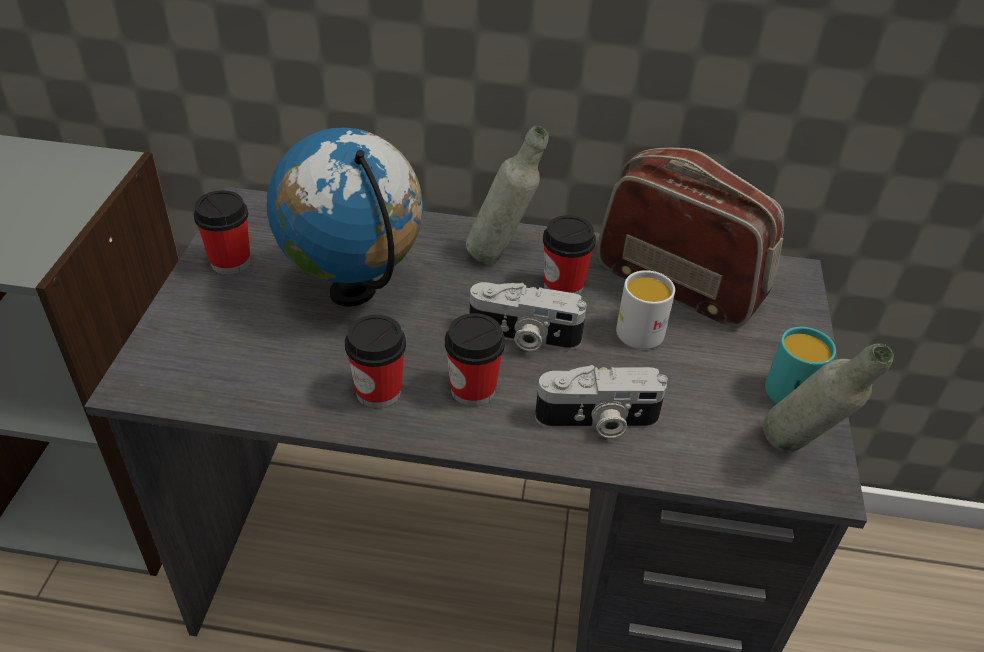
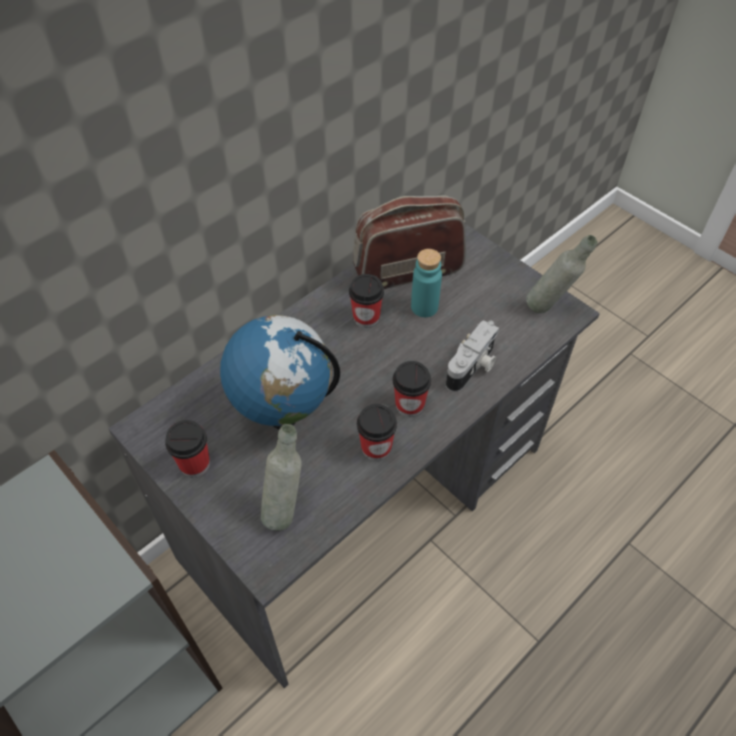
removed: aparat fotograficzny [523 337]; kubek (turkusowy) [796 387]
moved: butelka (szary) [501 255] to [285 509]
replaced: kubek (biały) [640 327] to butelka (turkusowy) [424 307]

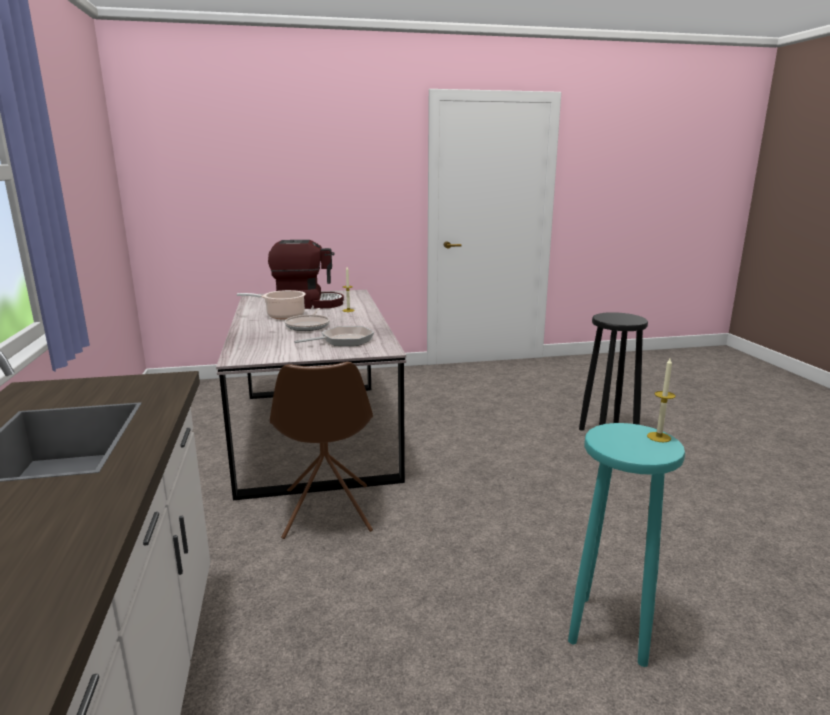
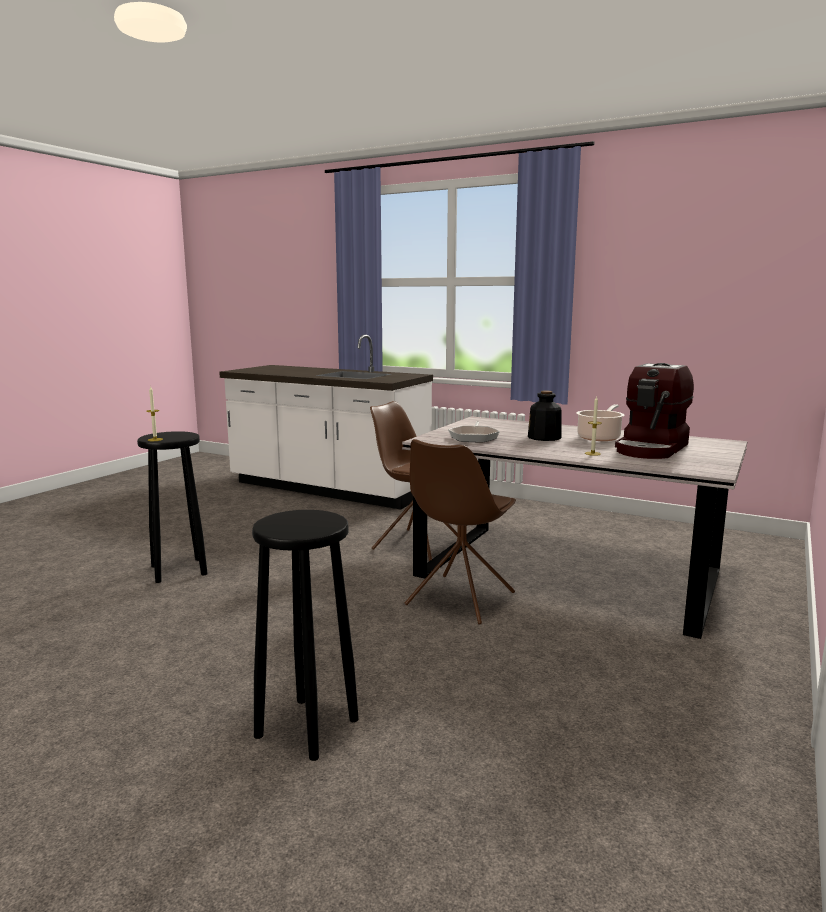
added: krzesło (brązowy) [459 599]
replaced: patelnia [308 326] to butelka [544 437]
recoloured: stołek (turkusowy) [609 628] to stołek (czarny) [180 570]

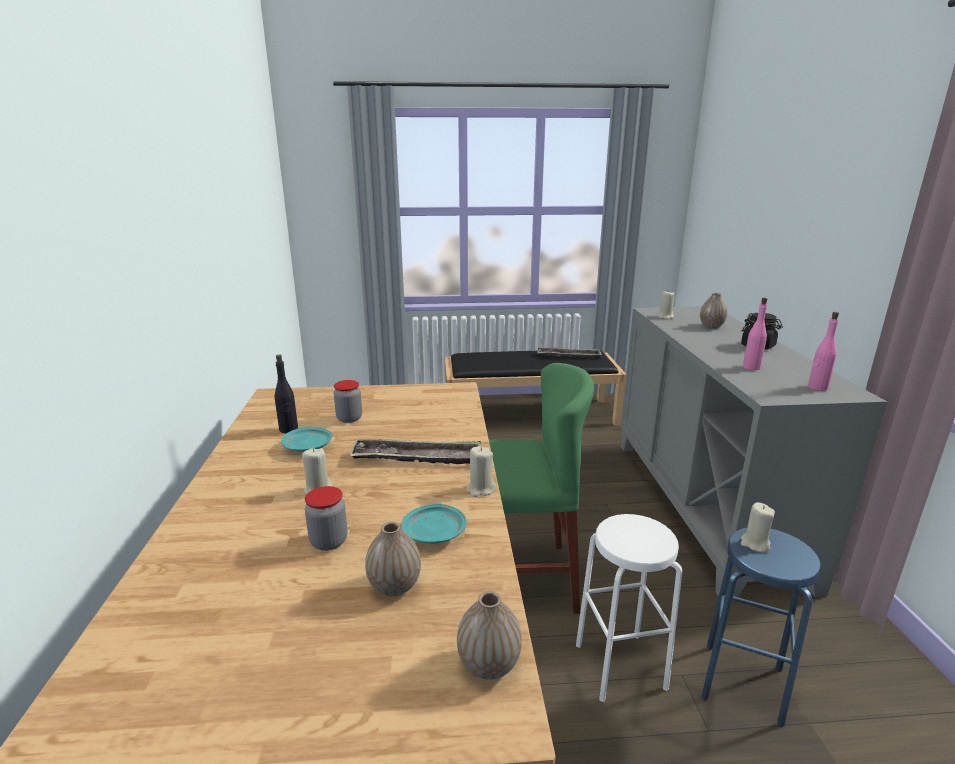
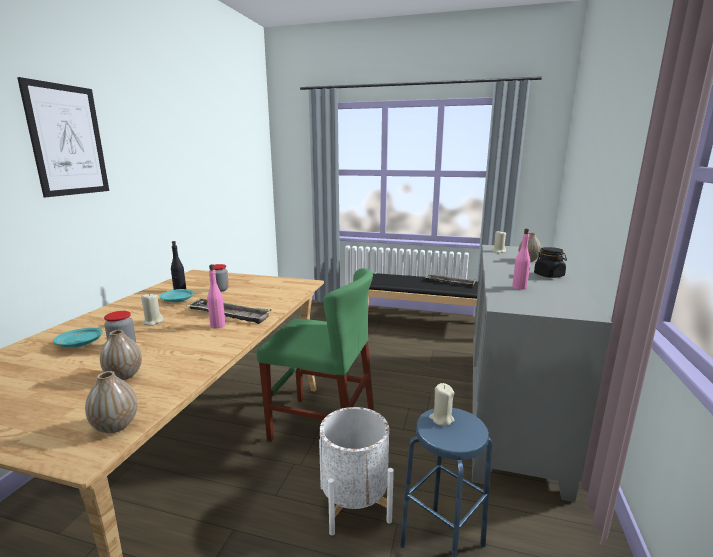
removed: świeca (beżowy) [480 489]
added: obraz [67 140]
moved: butelka (różowy) [817 387] to [217 325]; talerz (turkusowy) [435 533] to [81 343]
replaced: stołek (biały) [620 666] to donica (biały) [354 503]

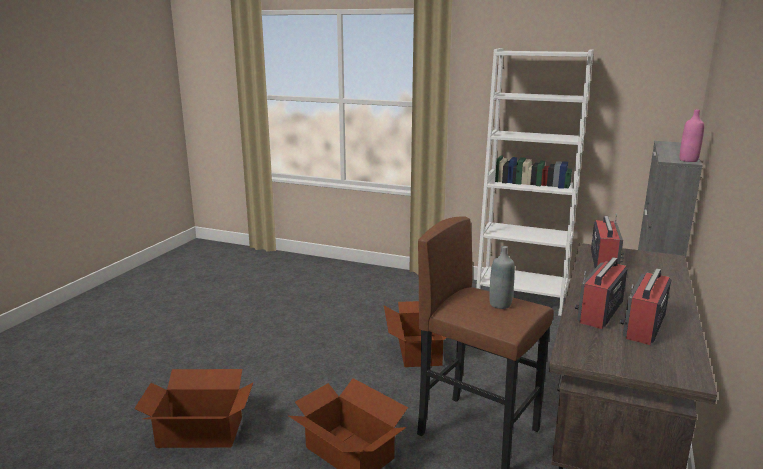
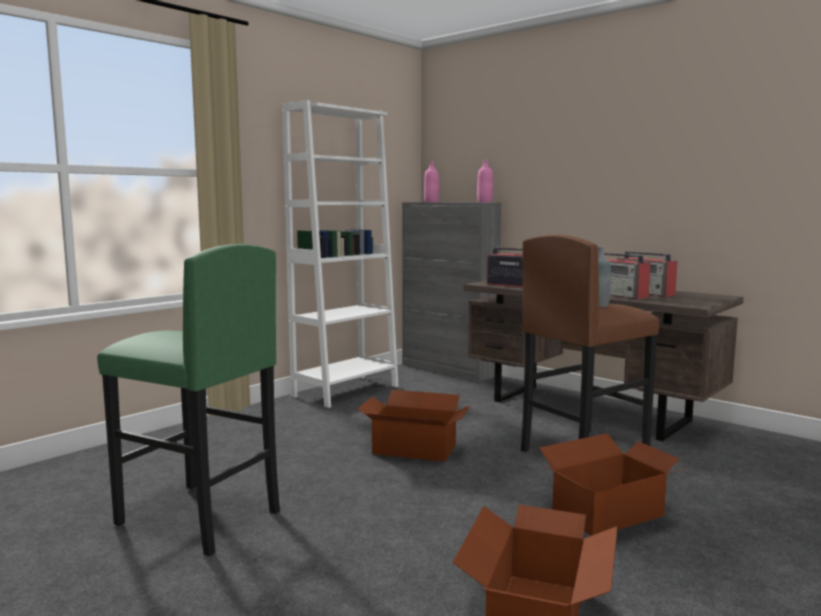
added: butelka (różowy) [431 202]; stołek (zielony) [198 518]

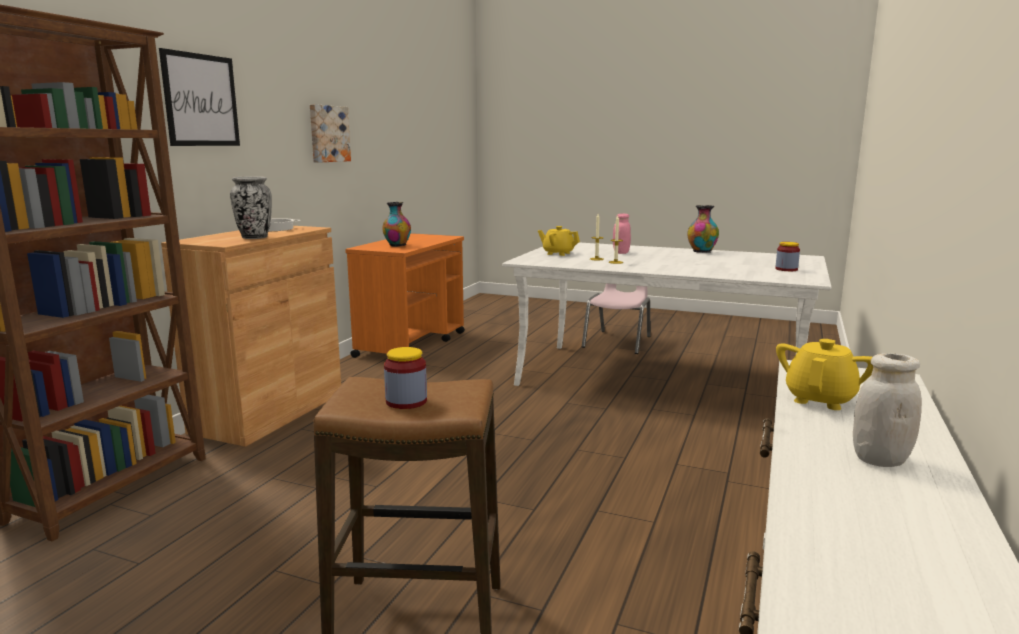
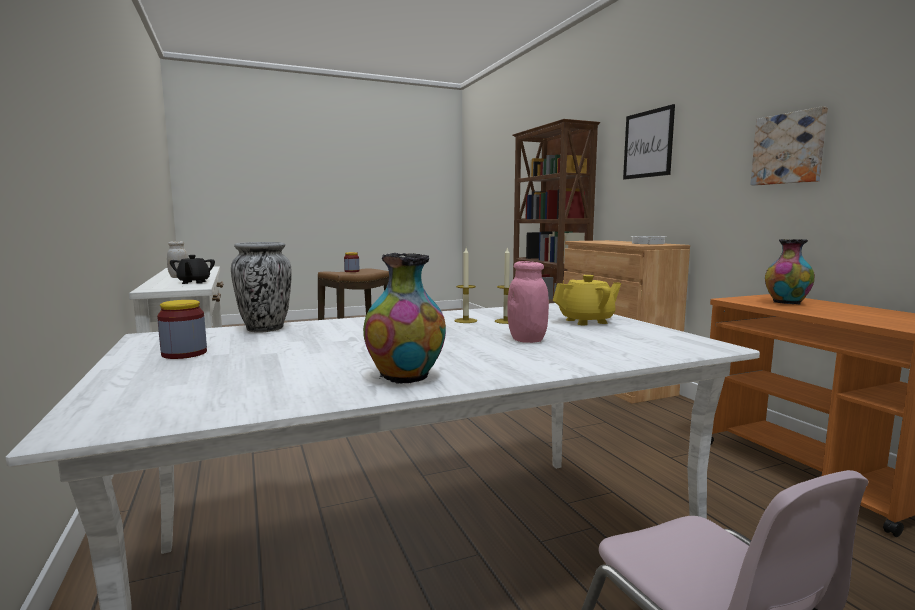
moved: wazon [254 237] to [265 329]
recoloured: imbryk (żółty) [820 399] to imbryk (czarny) [194 282]

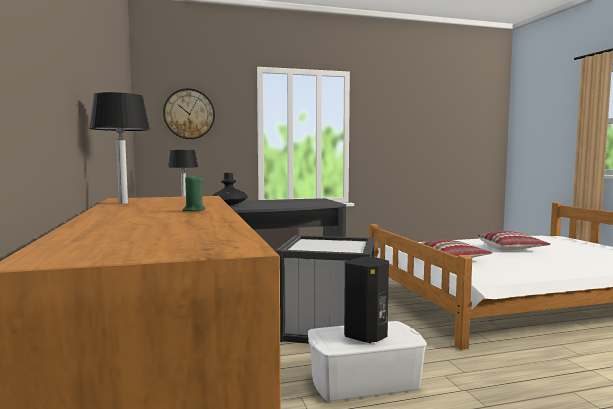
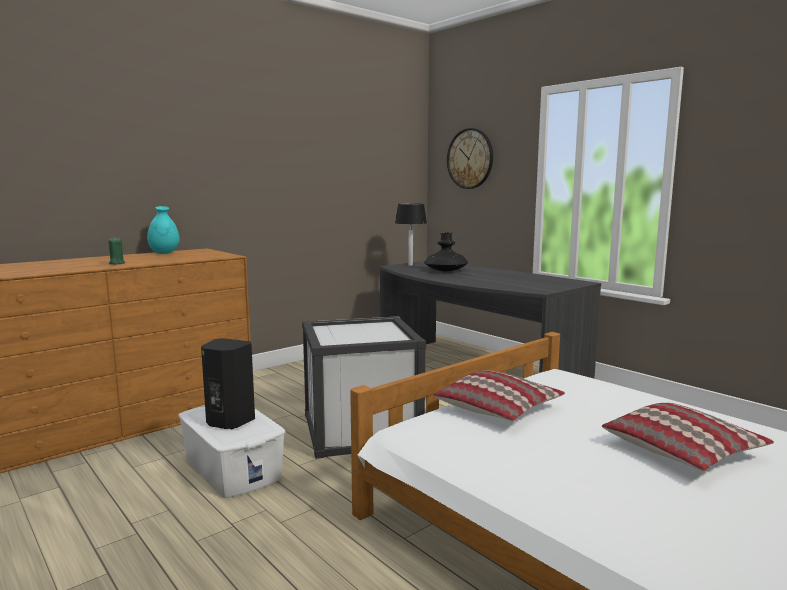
replaced: lampa stołowa [124 203] to wazon (turkusowy) [164 253]

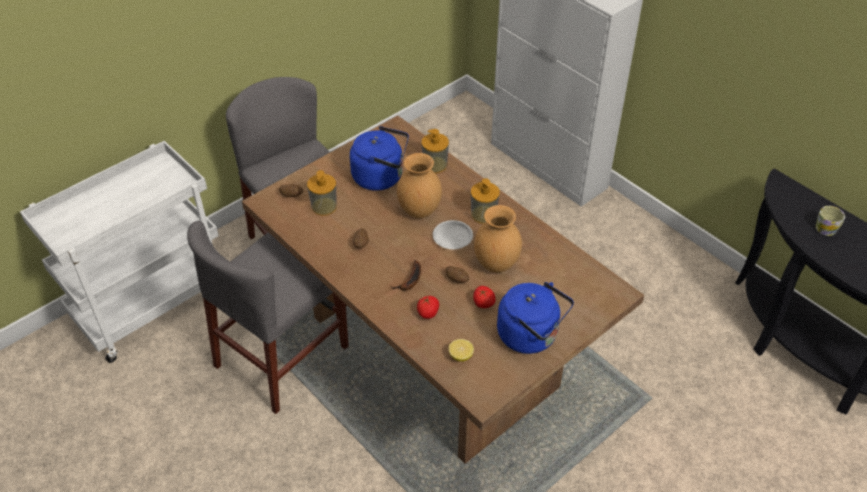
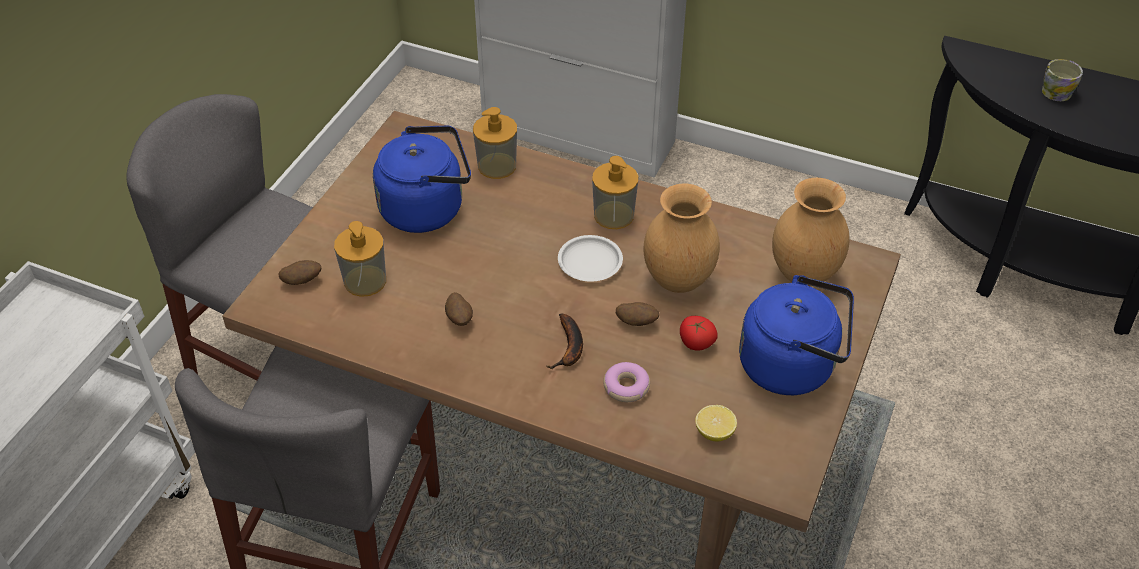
moved: wazon (brązowy) [419 211] to [802 274]
replaced: pomidor [428 313] to donut [626 386]

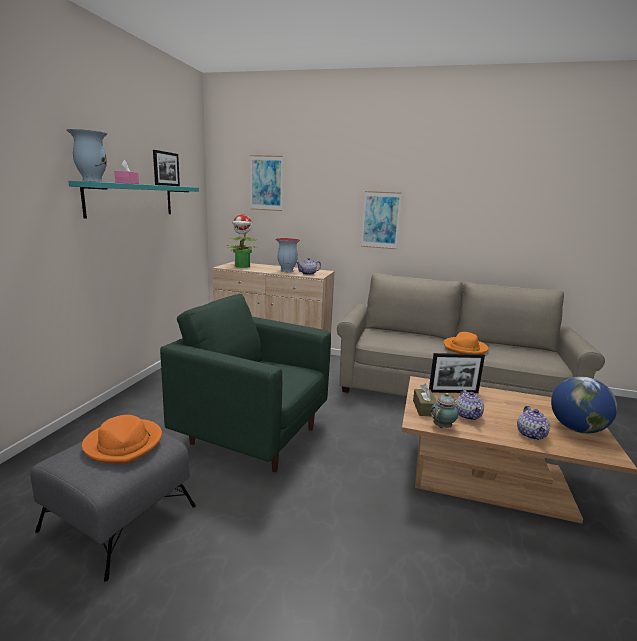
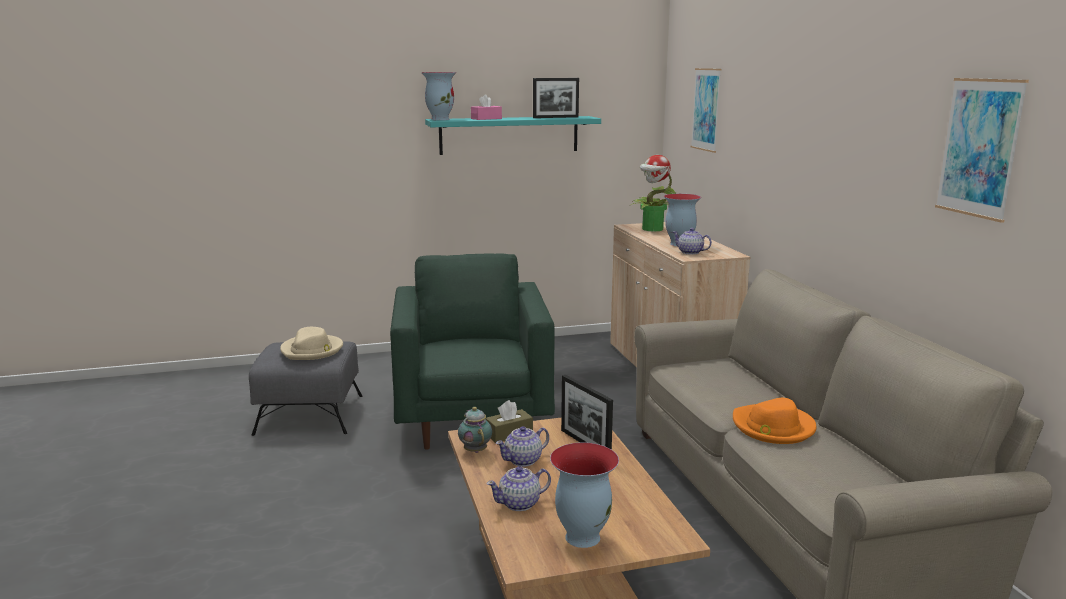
moved: obraz [380 220] to [979 148]
replaced: globus [576 429] to wazon [581 536]
recoloured: kapelusz (pomarańczowy) [124 443] to kapelusz (beżowy) [312 350]
turned: imbryk [443 426] = [475 450] 120 degrees counterclockwise

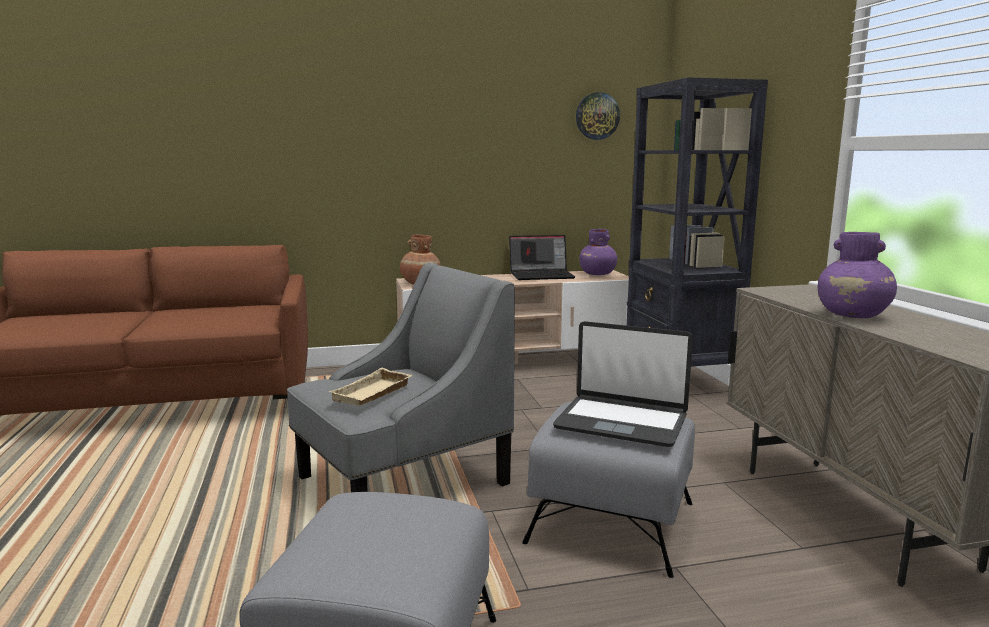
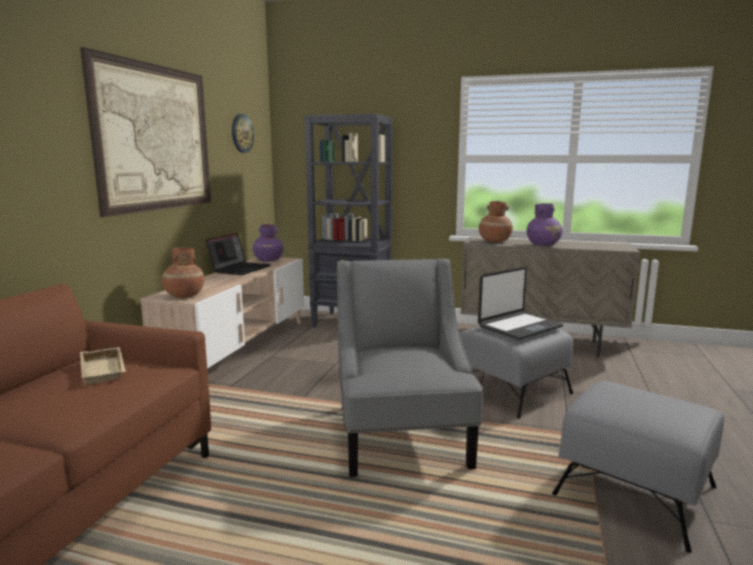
added: obraz [155 138]; wazon (brązowy) [494 241]
moved: taca (beżowy) [373 394] to [105 370]

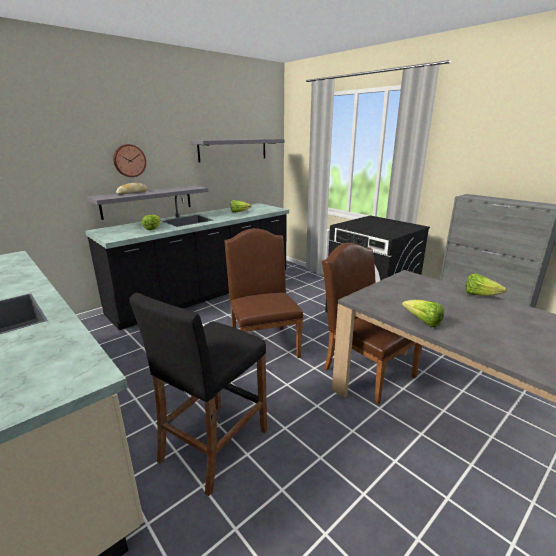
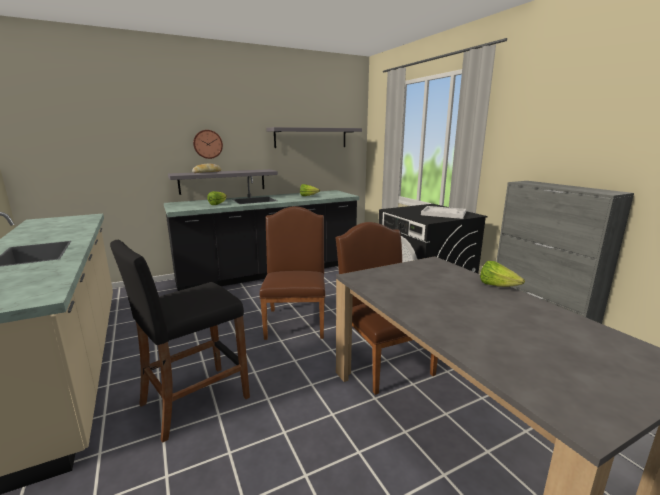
removed: sałata [423 322]
added: taca (biały) [443 214]

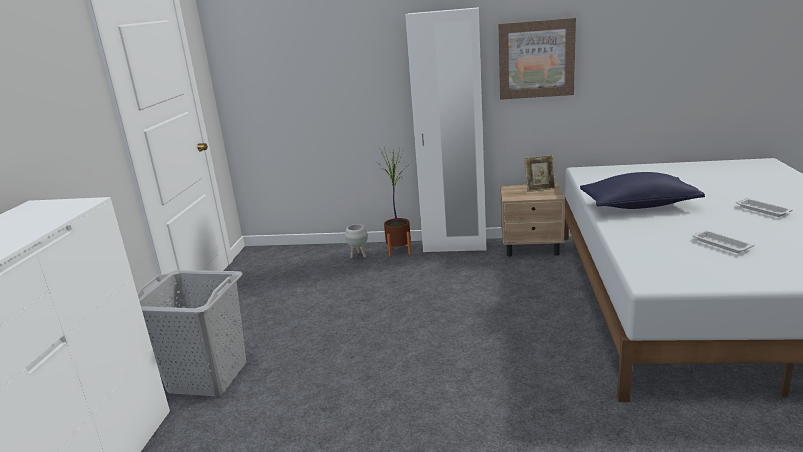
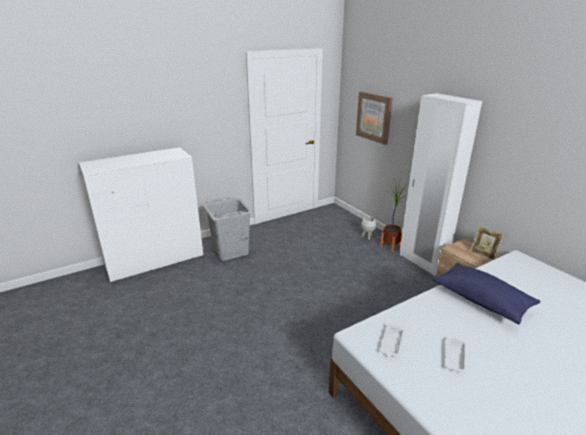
moved: obraz [536 59] to [374 117]; taca (biały) [763 210] to [392 343]

